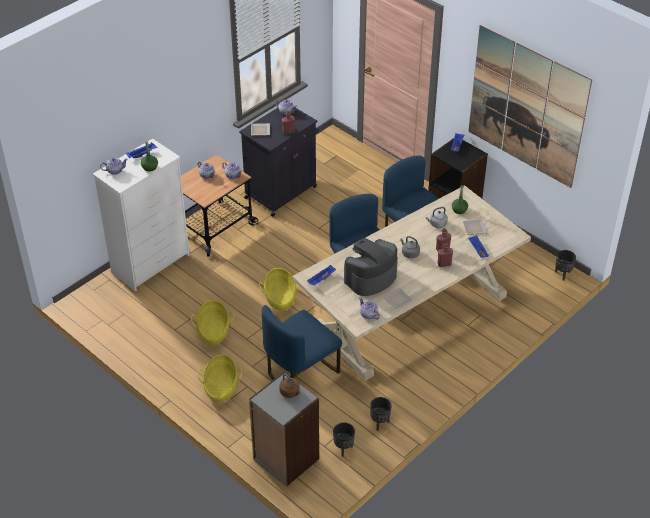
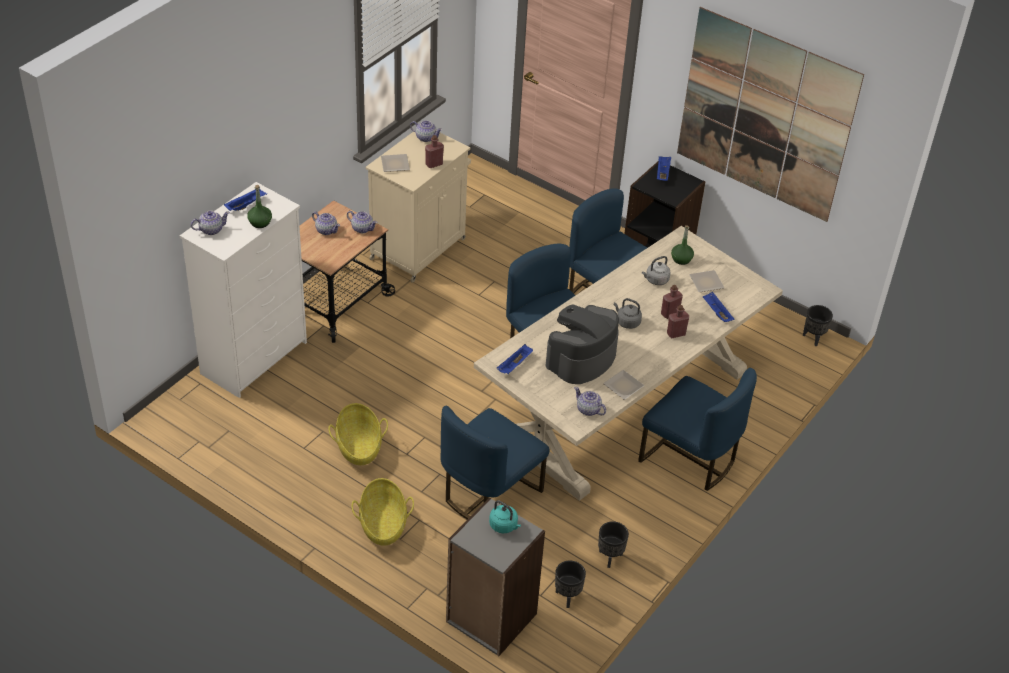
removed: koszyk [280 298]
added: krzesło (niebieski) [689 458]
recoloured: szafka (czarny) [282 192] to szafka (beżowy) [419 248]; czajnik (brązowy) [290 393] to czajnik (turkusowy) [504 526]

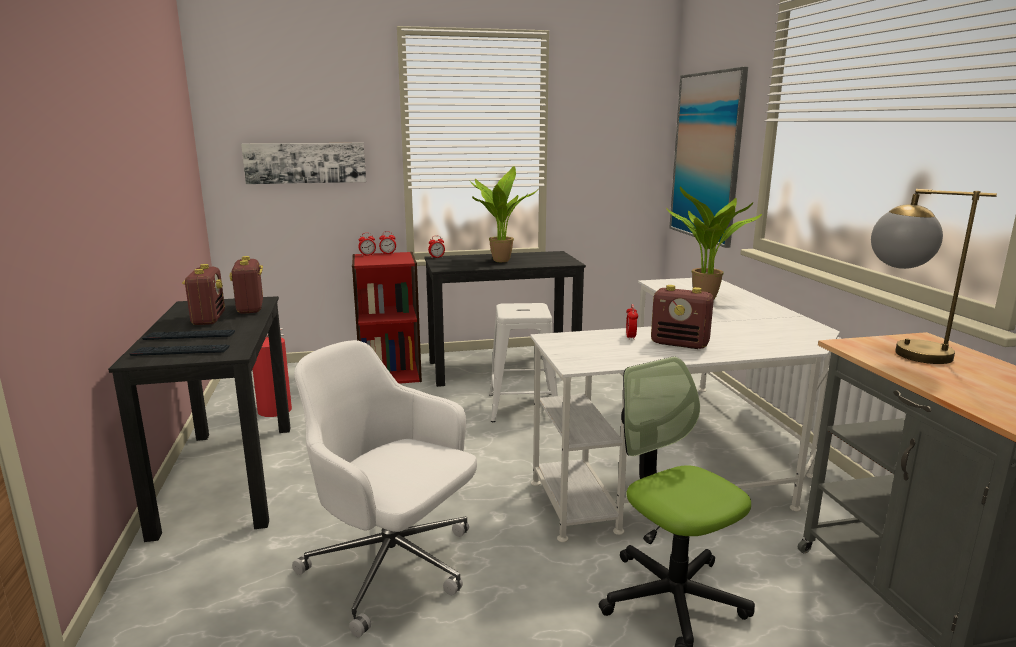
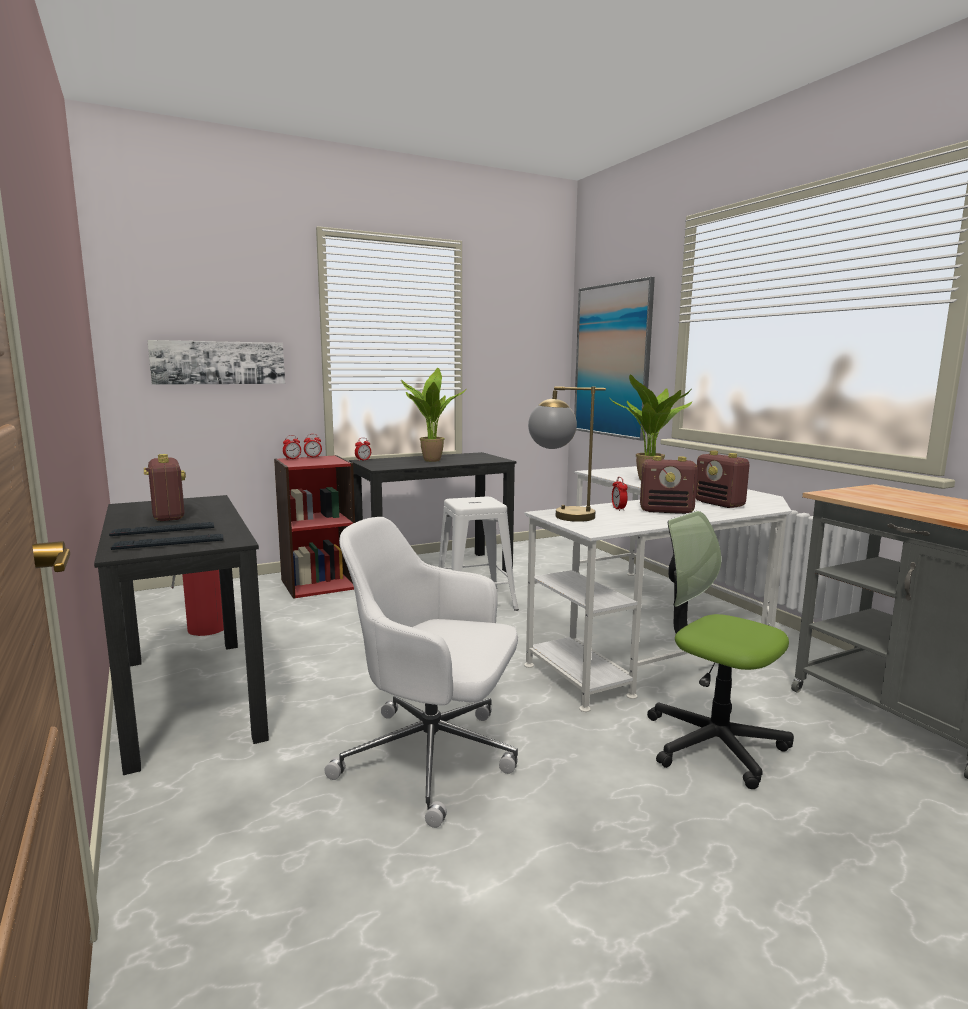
moved: lampa stołowa [901 352] to [560 515]; radio [250 308] to [719 504]

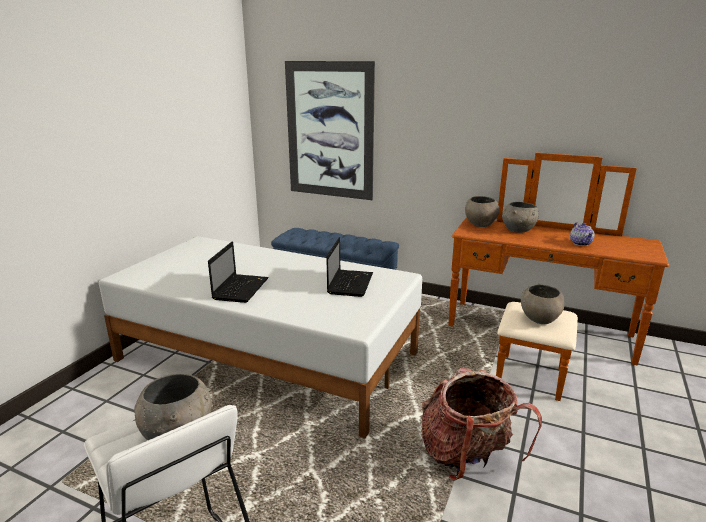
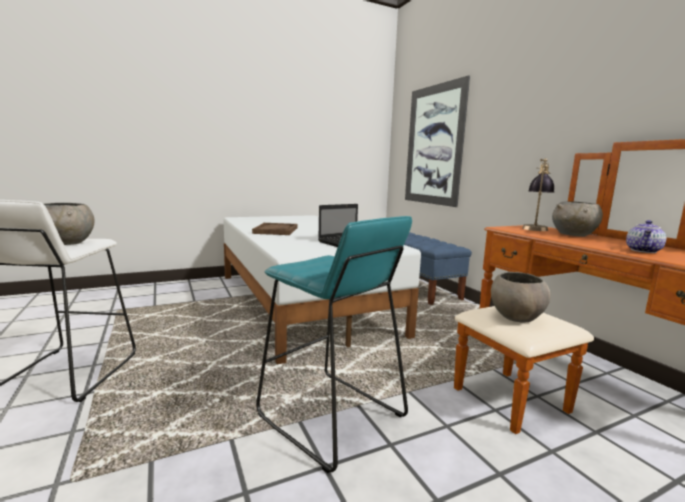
replaced: miska (szary) [480 224] to lampa stołowa [535 228]; laptop [241 288] to taca (brązowy) [275 230]; plecak [467 457] to stołek (turkusowy) [330 417]

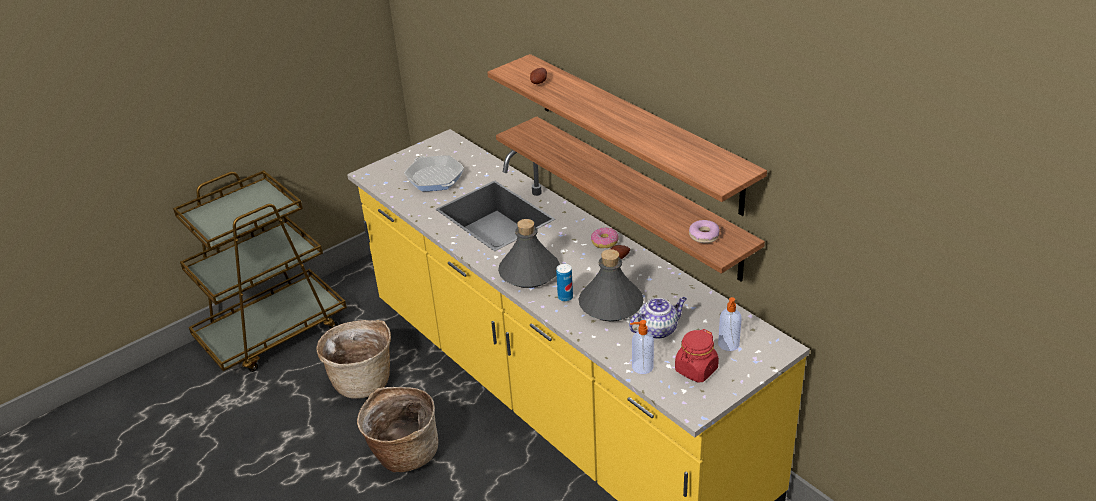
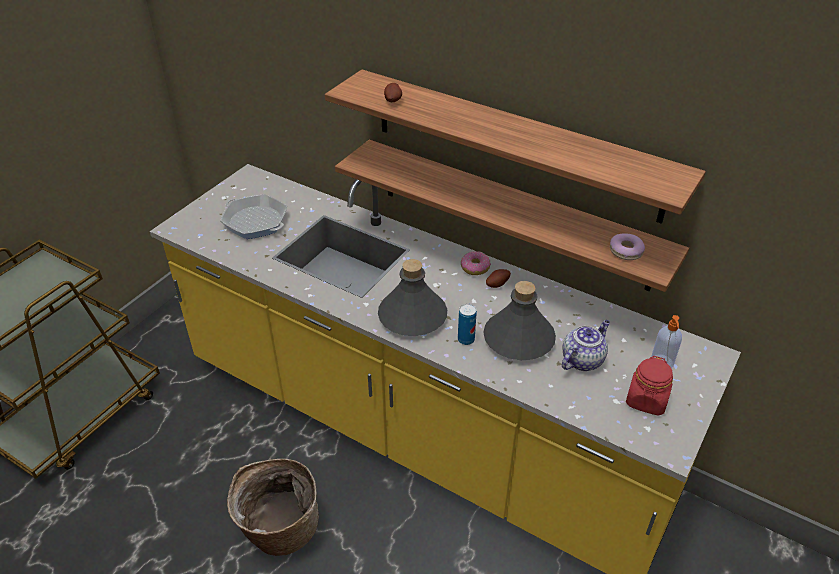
removed: koszyk [362 380]; dozownik mydła [641 367]

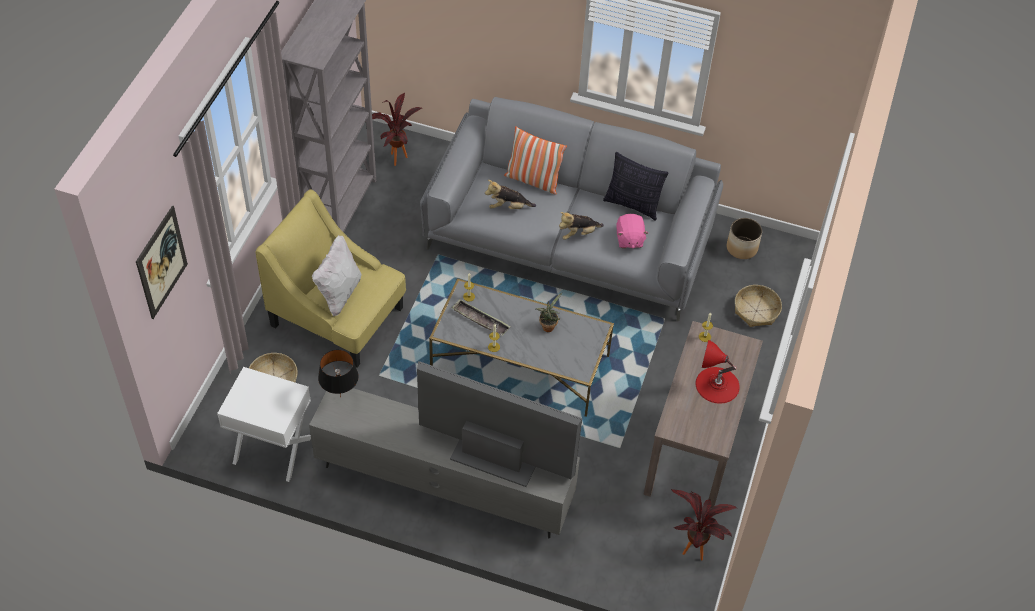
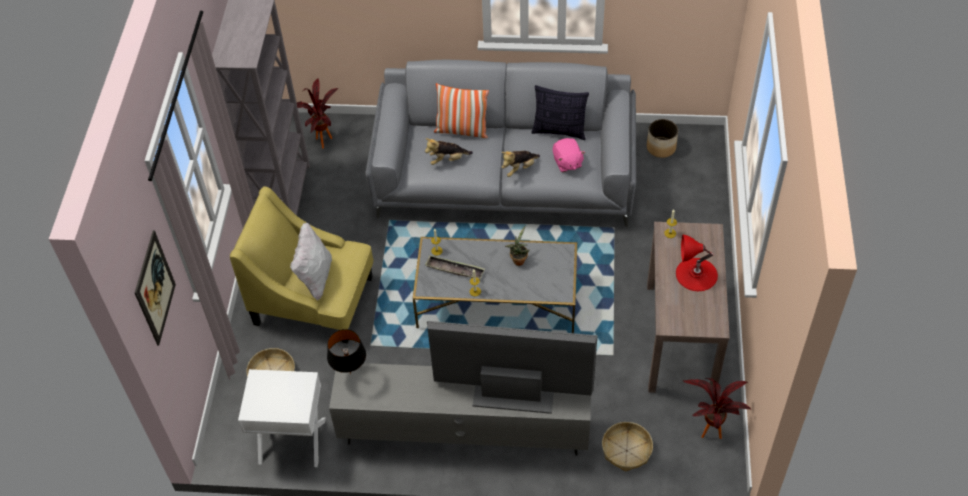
moved: koszyk [756 311] to [626 450]

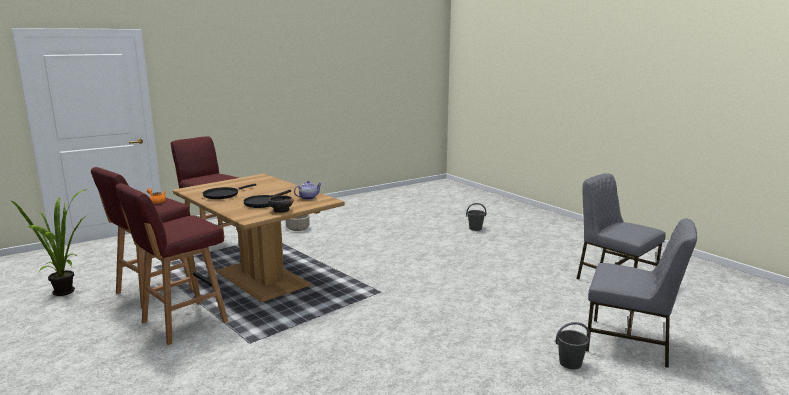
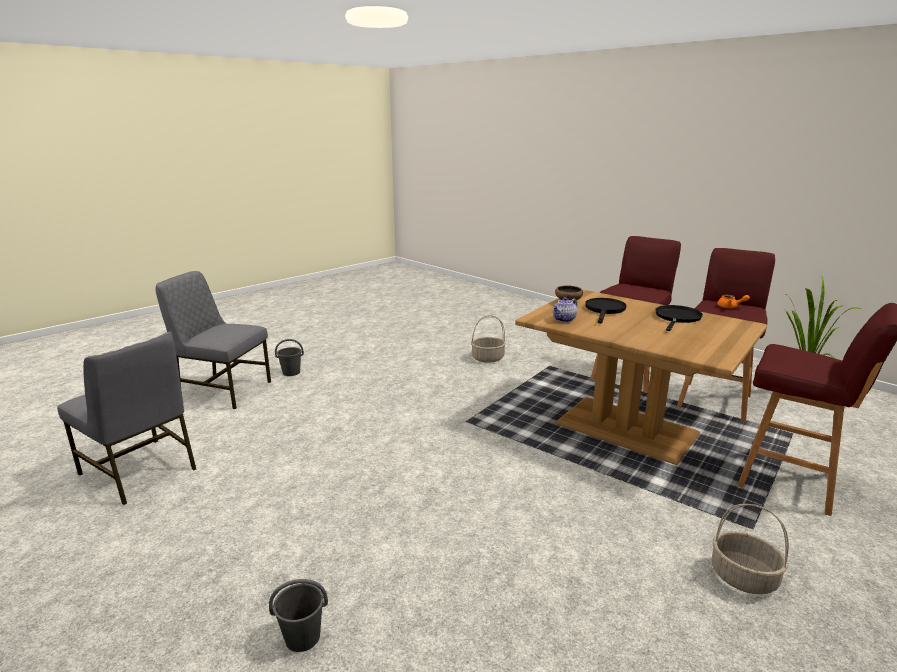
added: koszyk [488 358]

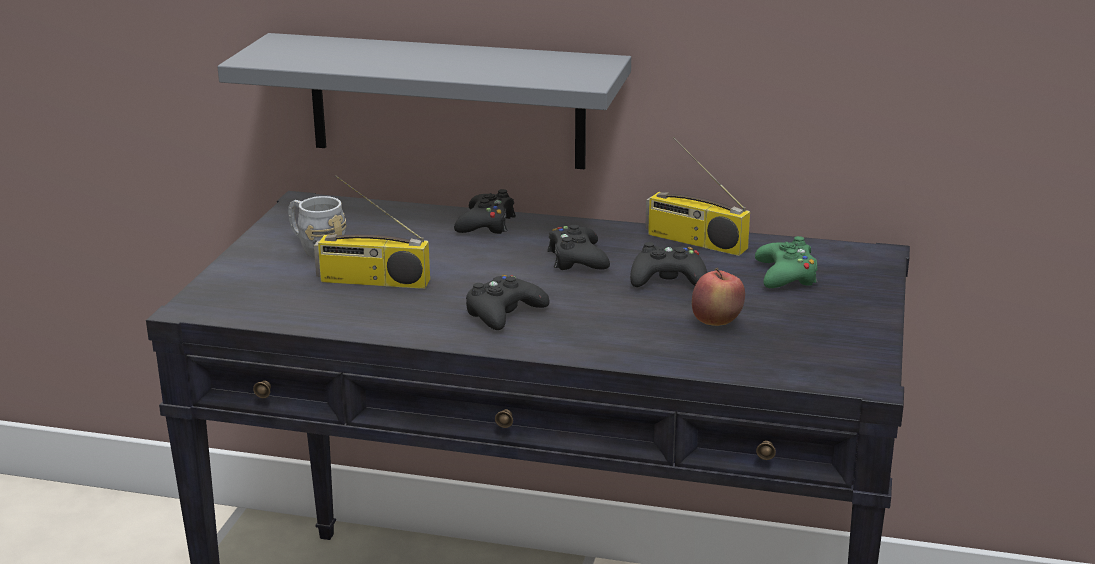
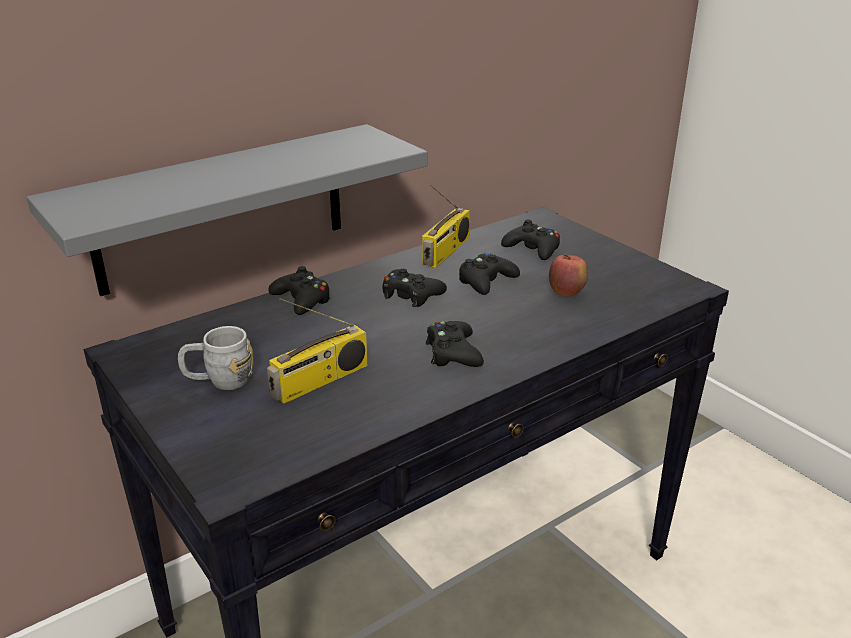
recoloured: pad do gier (zielony) [786 275] to pad do gier (czarny) [533 249]
turned: radio [694 242] = [446 252] 45 degrees counterclockwise

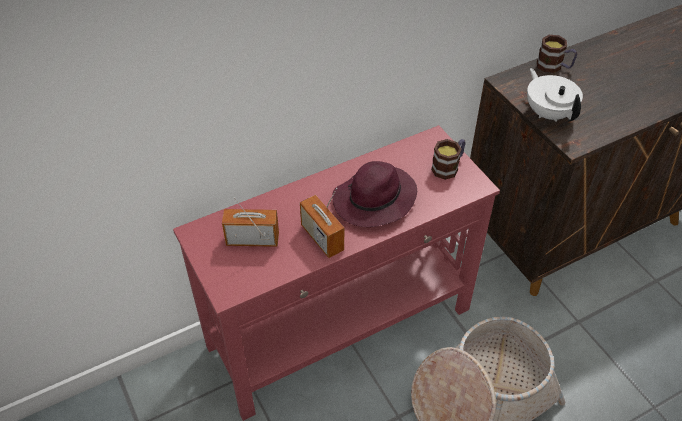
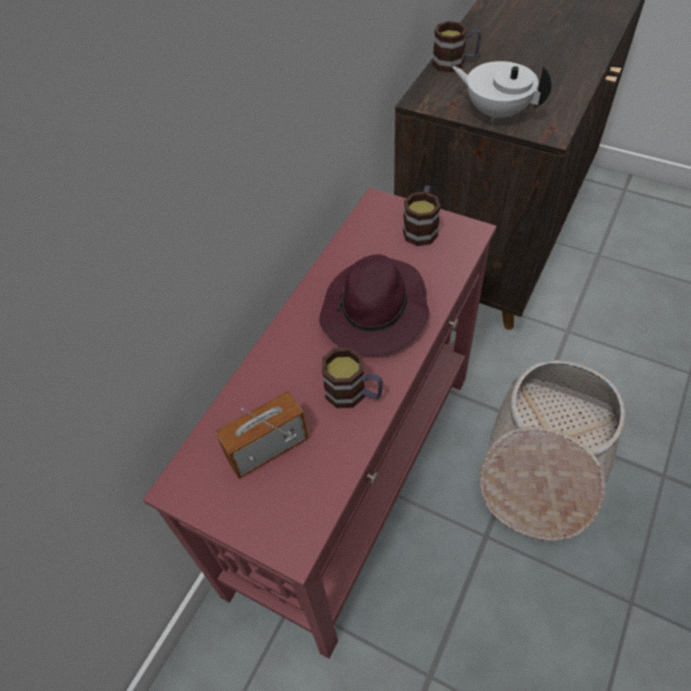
replaced: radio [322 238] to kubek [353 393]

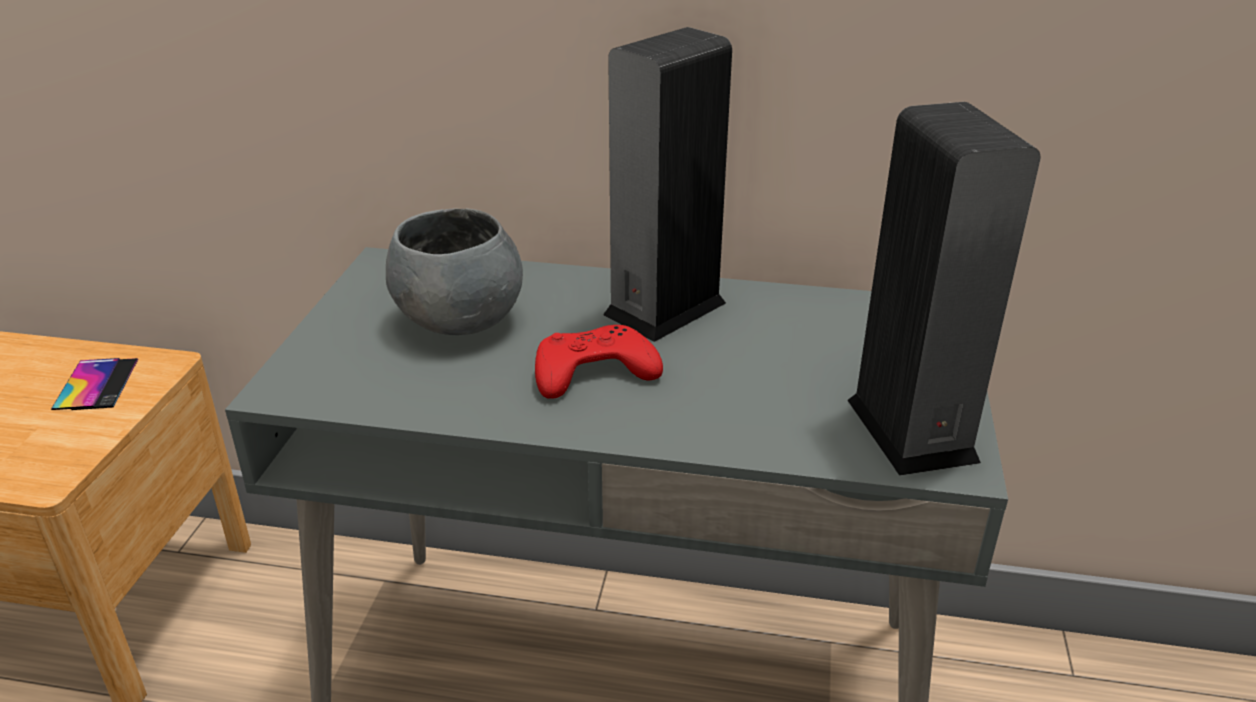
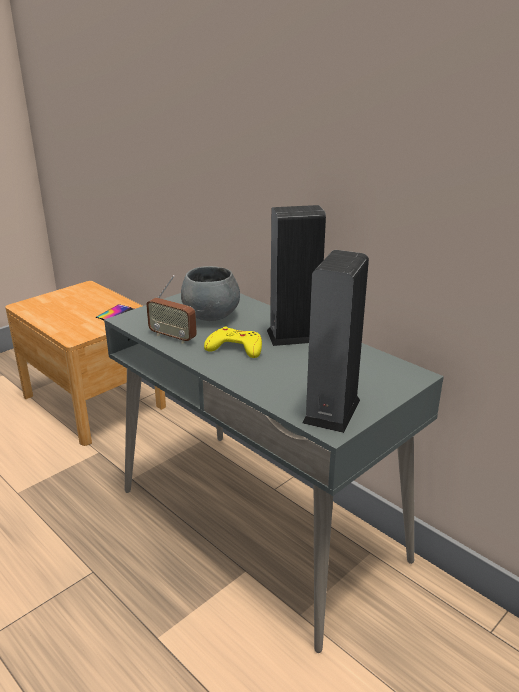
added: radio [173 337]
recoloured: pad do gier (czerwony) [593 371] to pad do gier (żółty) [235 348]

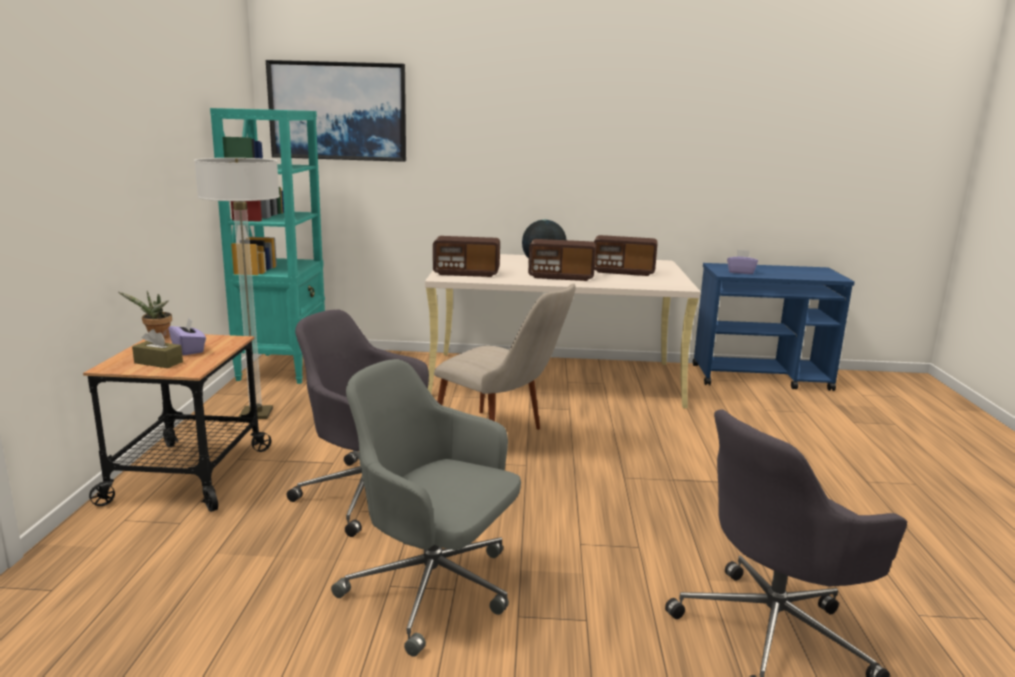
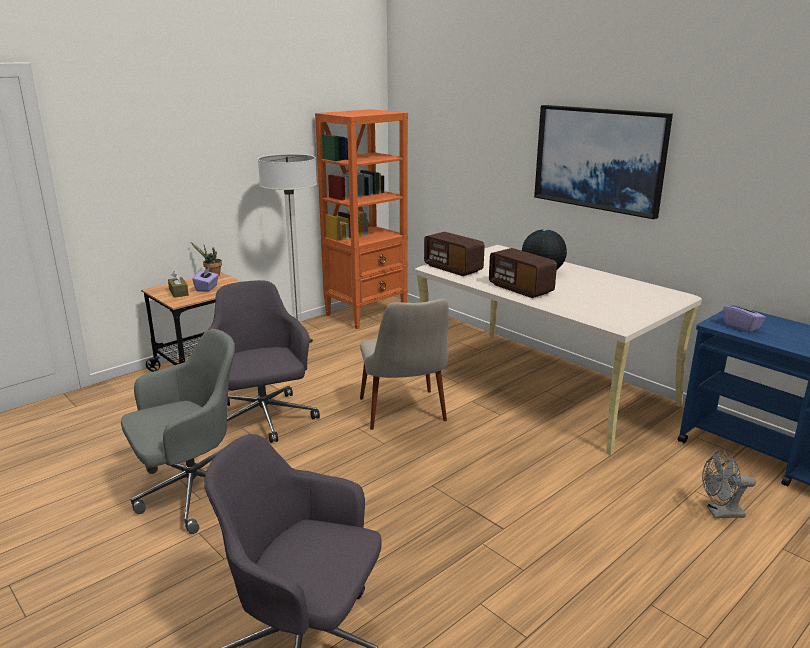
removed: radio [623 272]
added: wentylator (szary) [720 513]
moved: obraz [338 111] to [599 158]
recoloured: regał (turkusowy) [283 368] to regał (pomarańczowy) [367 314]
turned: krzesło biurowe (szary) [433 589] = [192 492] 75 degrees clockwise

